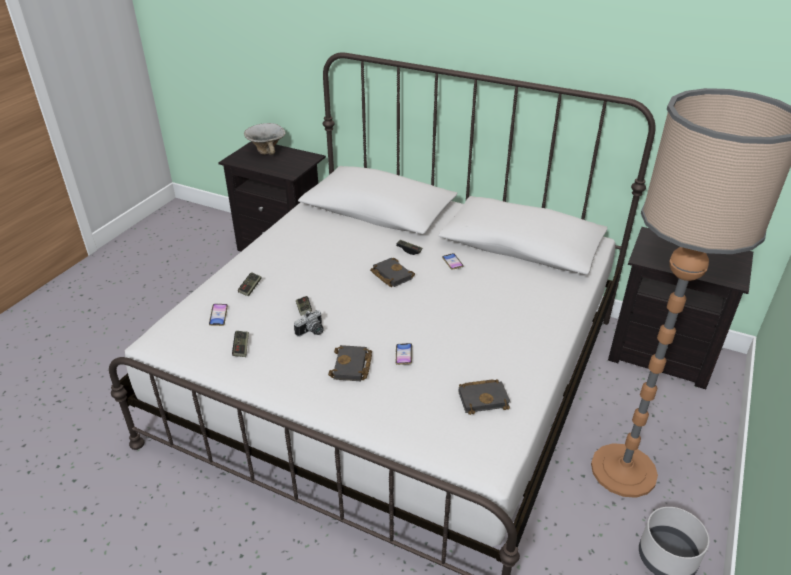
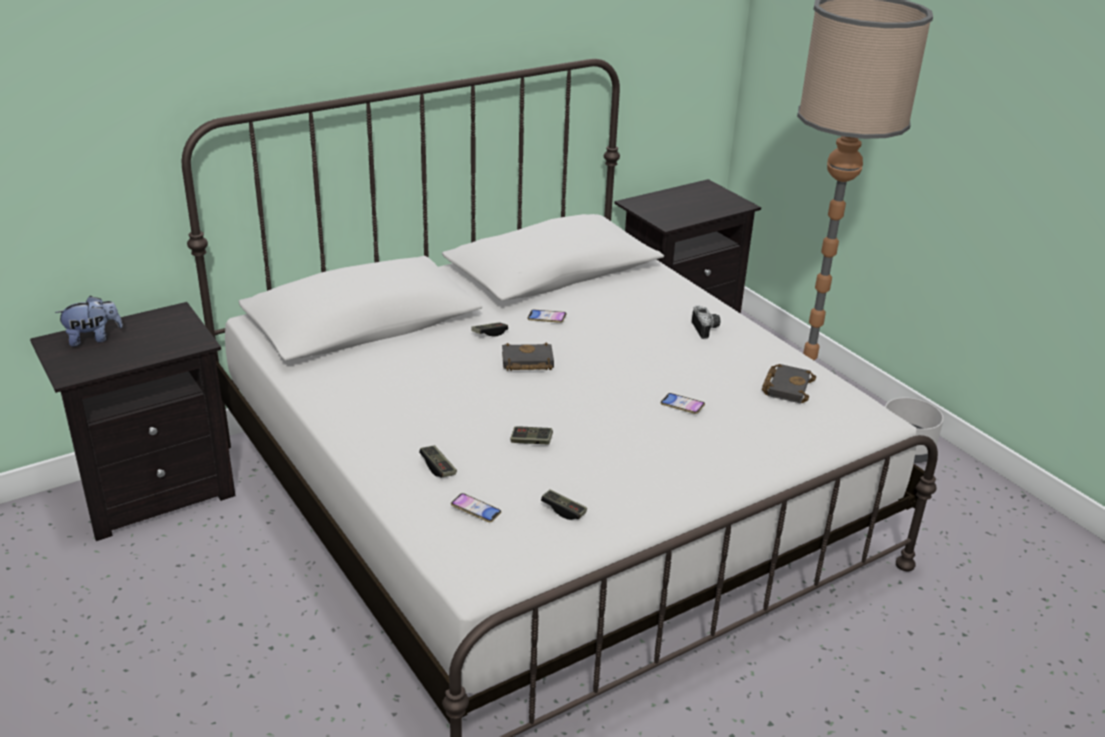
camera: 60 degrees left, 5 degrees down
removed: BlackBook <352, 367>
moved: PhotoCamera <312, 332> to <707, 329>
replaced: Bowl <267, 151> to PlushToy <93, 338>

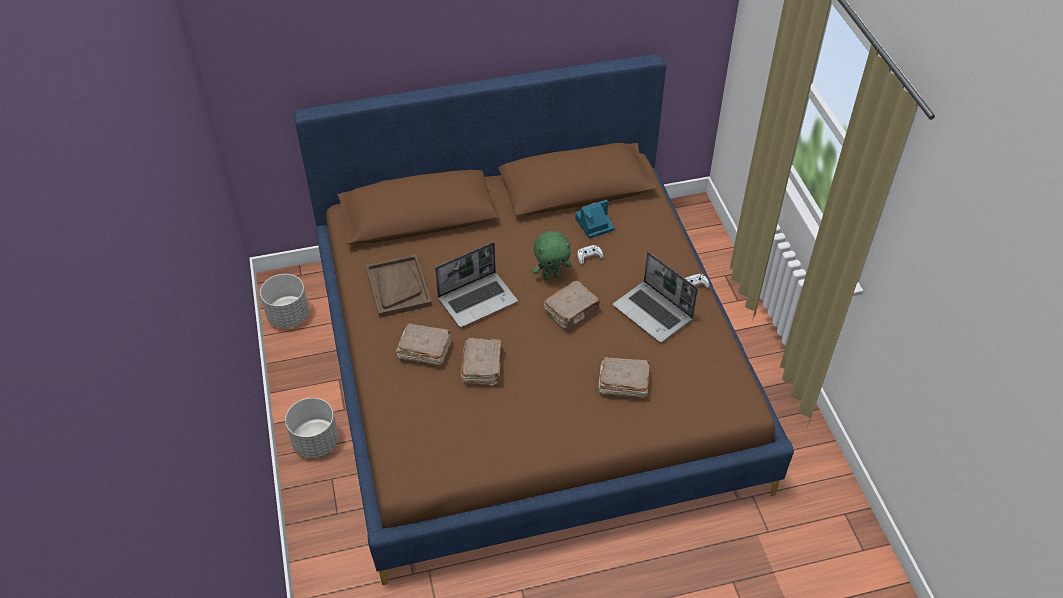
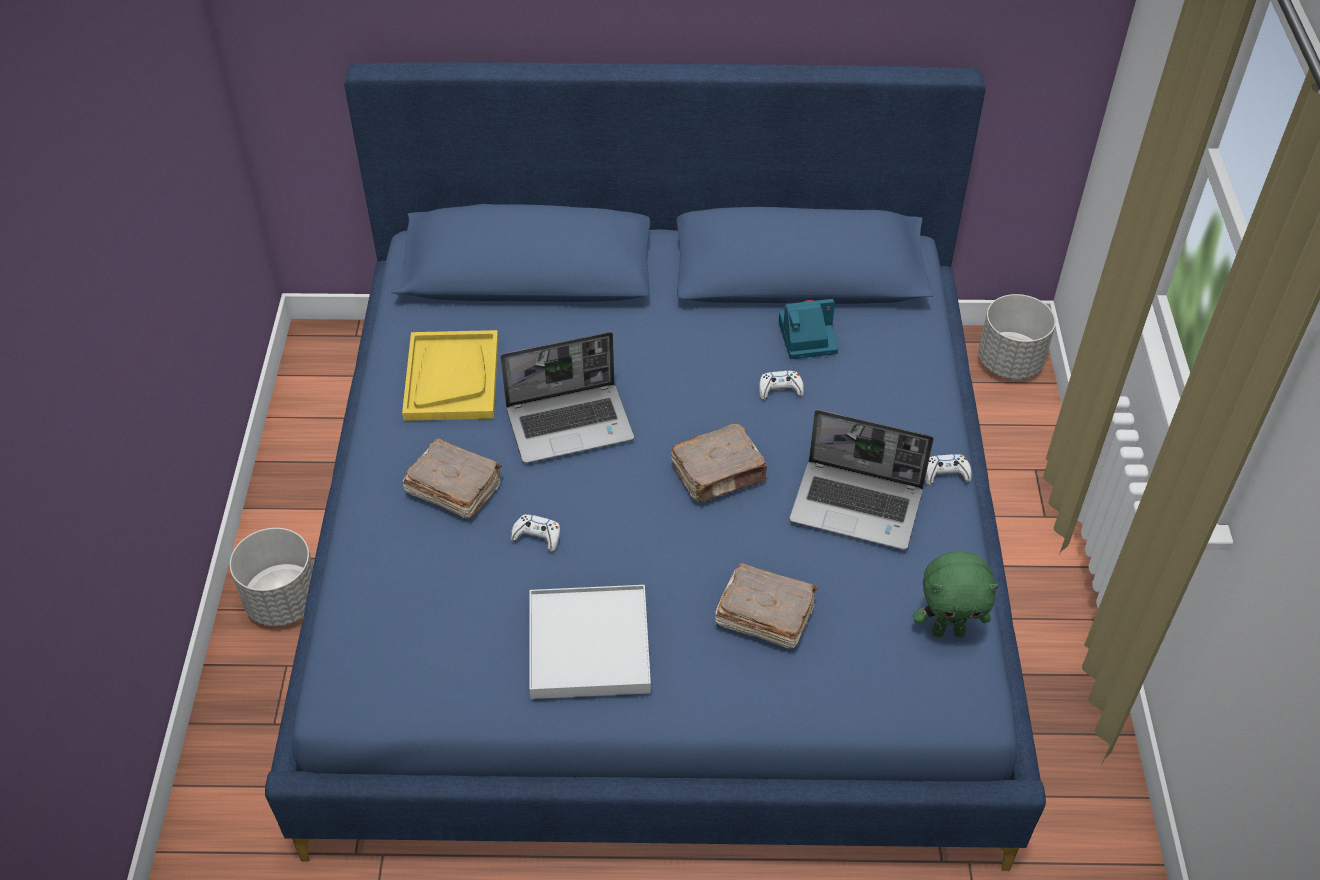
camera: 15 degrees right, 0 degrees up
added: WhiteTray <589, 645>
moved: GreyPlanter <288, 316> to <1009, 362>; GreenPlushToy <551, 276> to <948, 630>
replaced: BrownBook <483, 367> to WhiteGameController <537, 536>
recoloured: BrownBed <531, 370> to BlueBed <660, 560>; BrownTray <398, 287> to YellowTray <451, 378>
turned: Laptop <653, 313> = <858, 506> 45 degrees counterclockwise

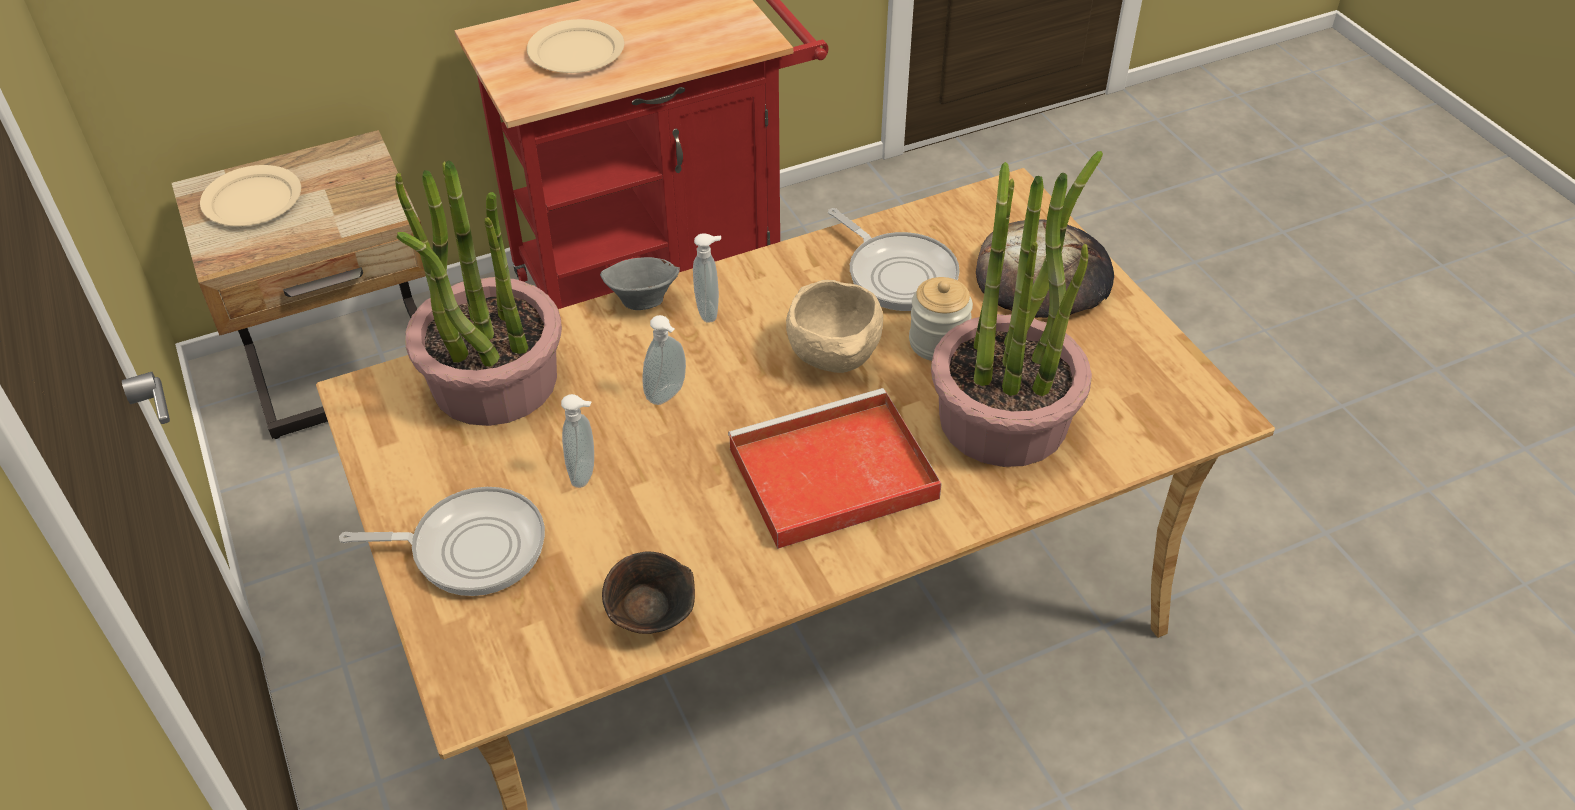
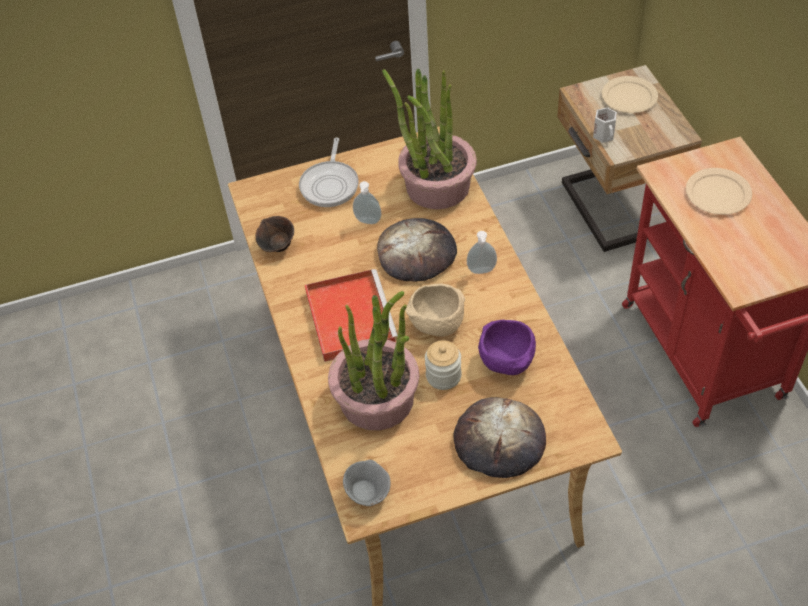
camera: 100 degrees right, 5 degrees up
added: WhiteMug <604, 135>
moved: GreyBowl <641, 300> to <368, 493>
replaced: SoapDispenser <668, 395> to Bread <417, 253>; FryingPan <898, 274> to PurpleBowl <508, 363>

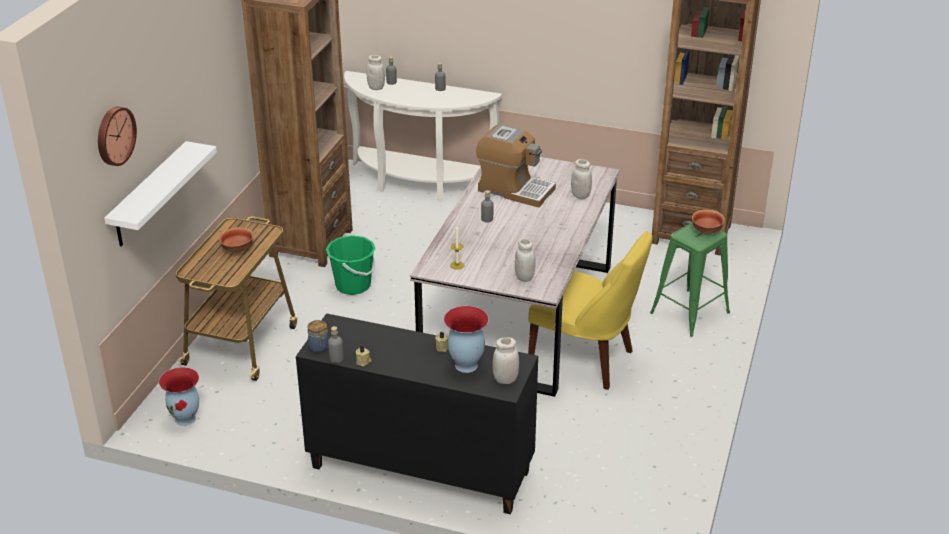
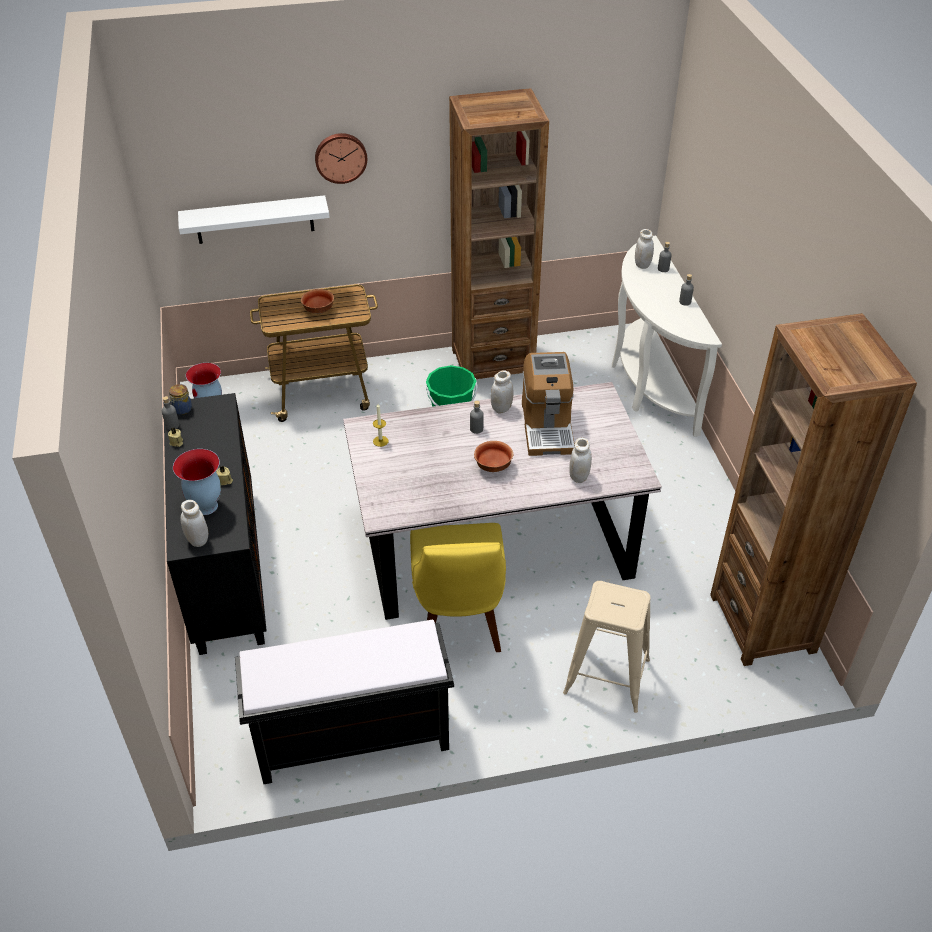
camera: 60 degrees right, 10 degrees up
added: BlackBench <351, 739>
moved: WallClock <114, 135> to <340, 157>; WhiteJar <524, 277> to <501, 408>; Bowl <707, 231> to <493, 467>
recoloured: GreenStool <690, 313> to BeigeStool <606, 676>

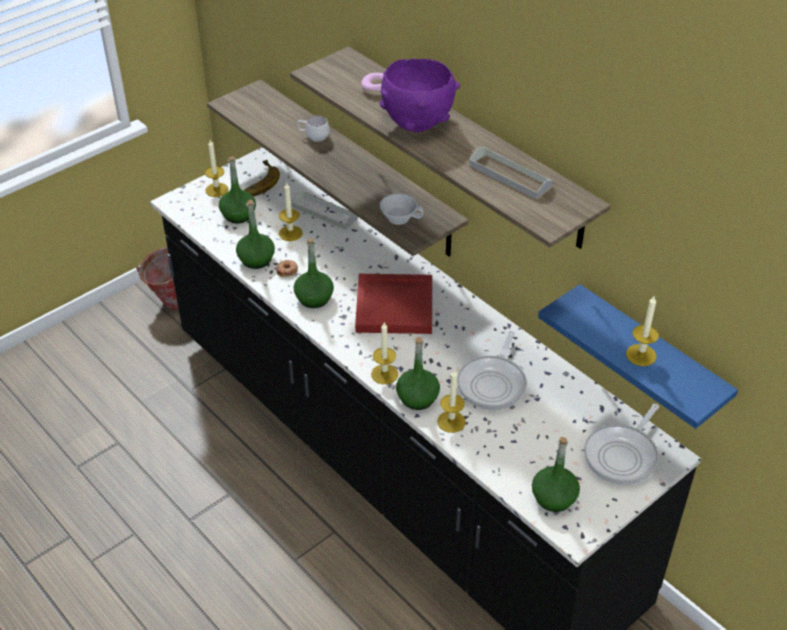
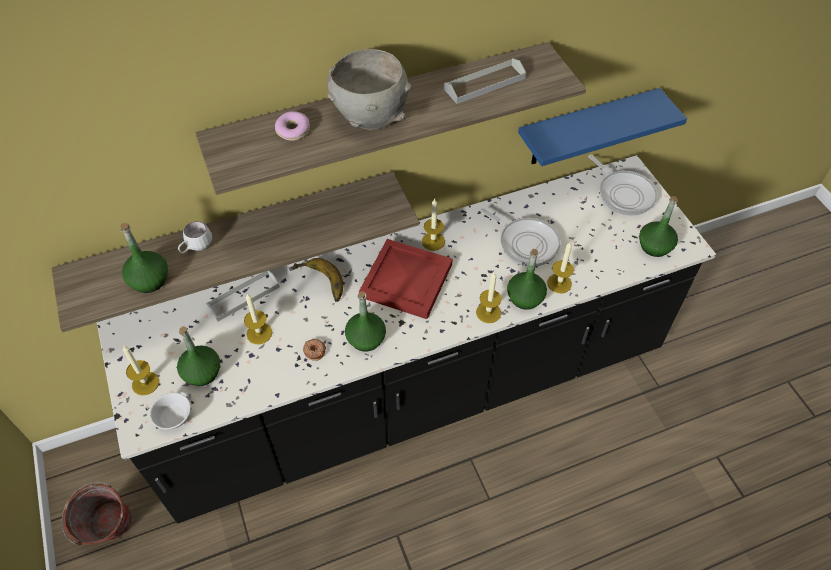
camera: 70 degrees left, 10 degrees up
moved: GreenBottle <256, 259> to <149, 280>; Banana <256, 183> to <318, 284>; WhiteCup <400, 216> to <174, 416>; Candle <641, 355> to <433, 241>
recoloured: PurpleBowl <417, 123> to GreyBowl <370, 118>

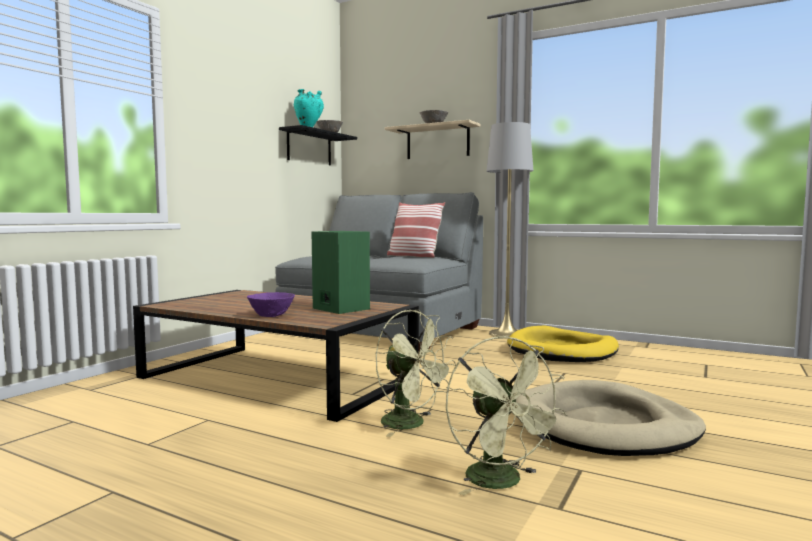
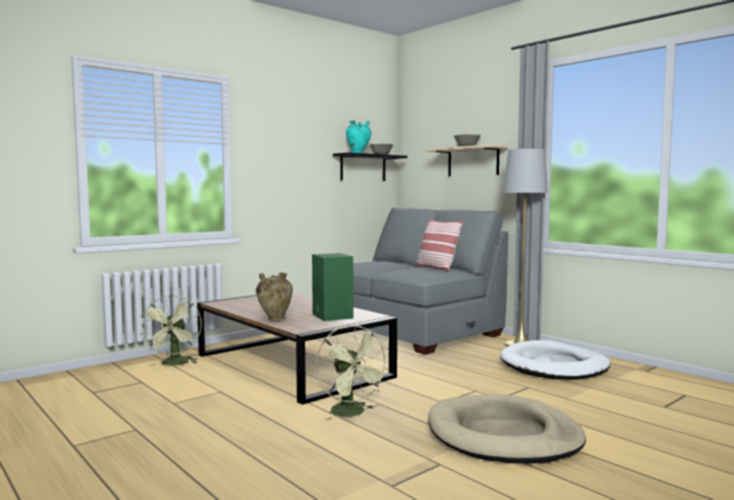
camera: 20 degrees right, 0 degrees up
moved: GreenFan <502, 482> to <174, 364>
replaced: PurpleBowl <271, 315> to BeigeVase <274, 319>
recoloured: YellowDogBed <562, 350> to WhiteDogBed <554, 366>

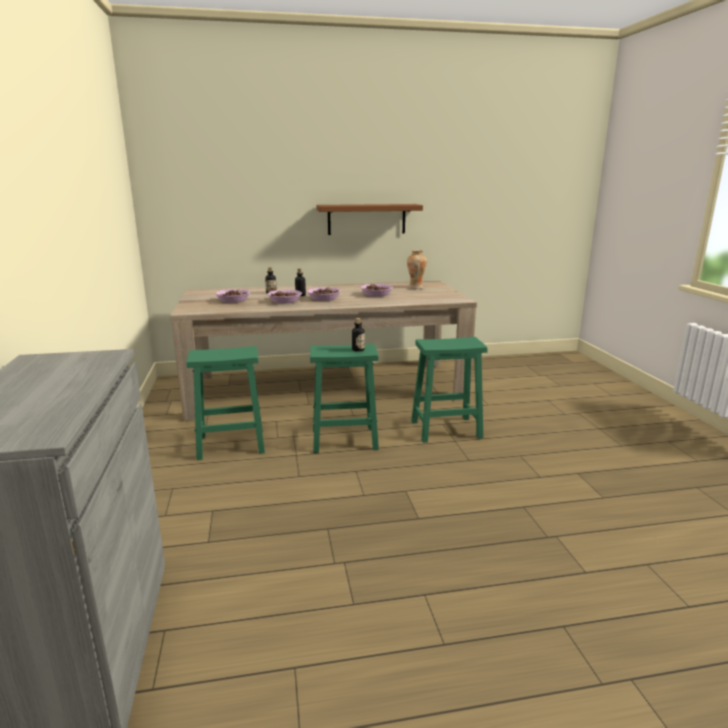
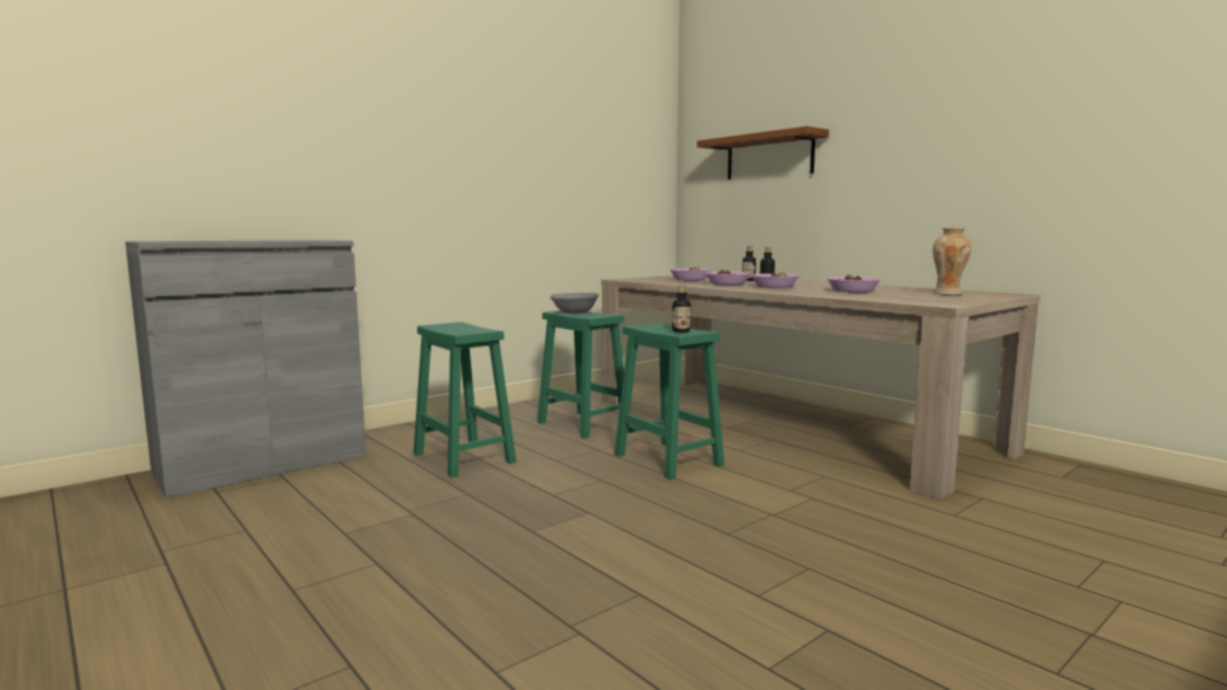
camera: 60 degrees right, 10 degrees down
added: GreyBowl <575, 312>
moved: BrownShelf <366, 219> to <769, 156>; GreenStool <444, 429> to <462, 457>

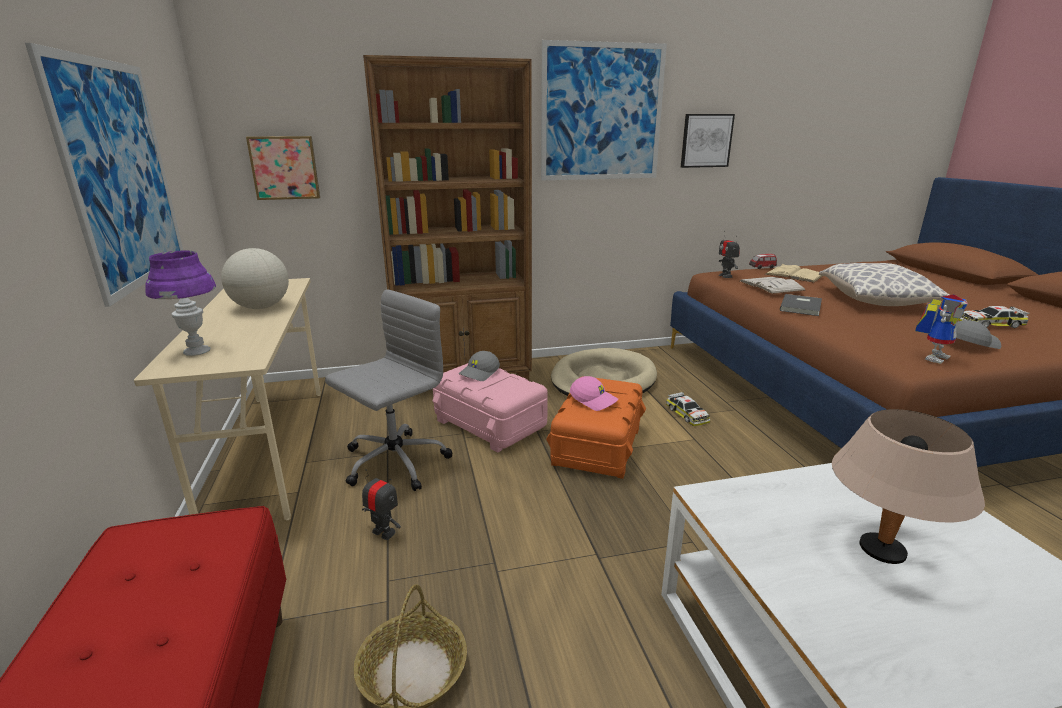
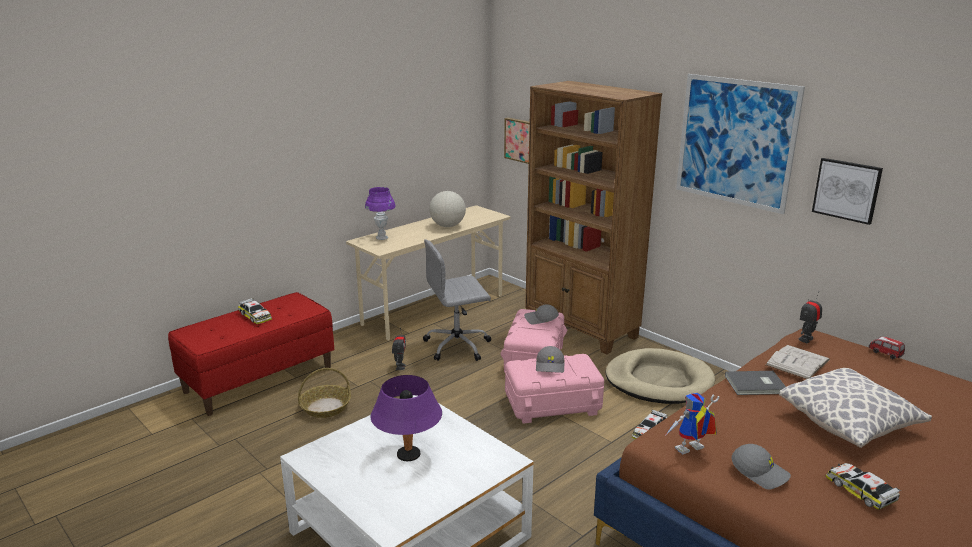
camera: 60 degrees right, 0 degrees up
removed: Picture <121, 175>; BeigeBook <794, 275>
added: ToyCar <255, 316>
recoloured: OrangeStorageBox <596, 446> to PinkStorageBox <552, 404>; PinkCap <594, 400> to GreyCap <550, 366>; BeigeTableLamp <882, 551> to PurpleTableLamp <408, 455>
turned: GreyOfficeChair <393, 463> = <458, 346> 150 degrees clockwise; ToyRobot <932, 356> = <690, 451> 135 degrees clockwise

